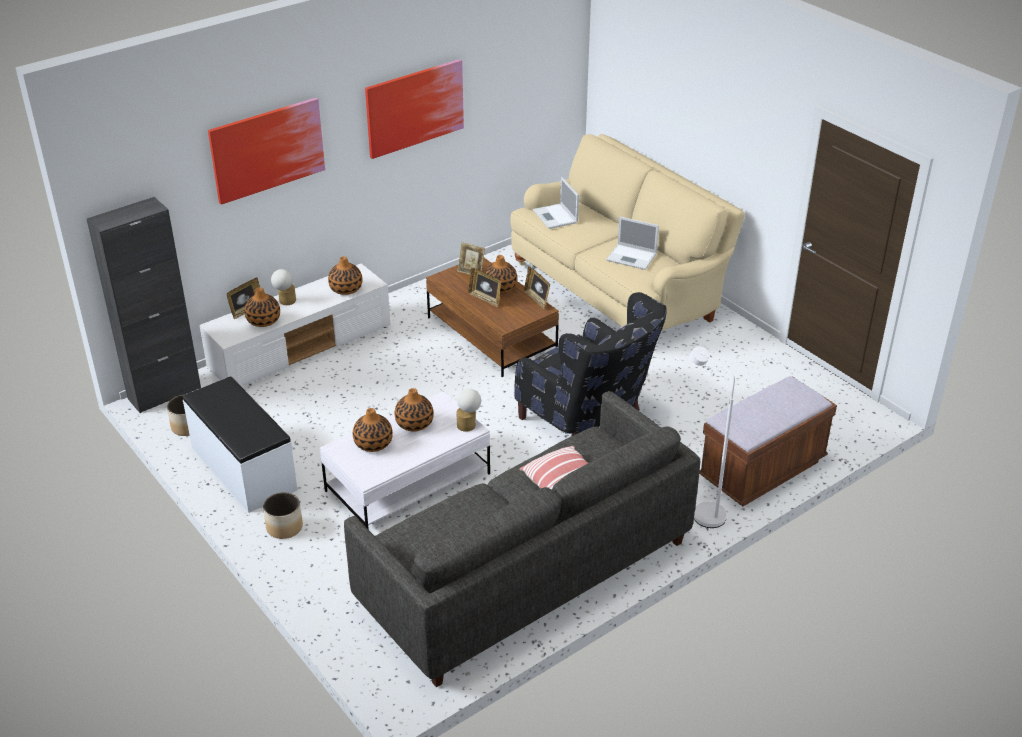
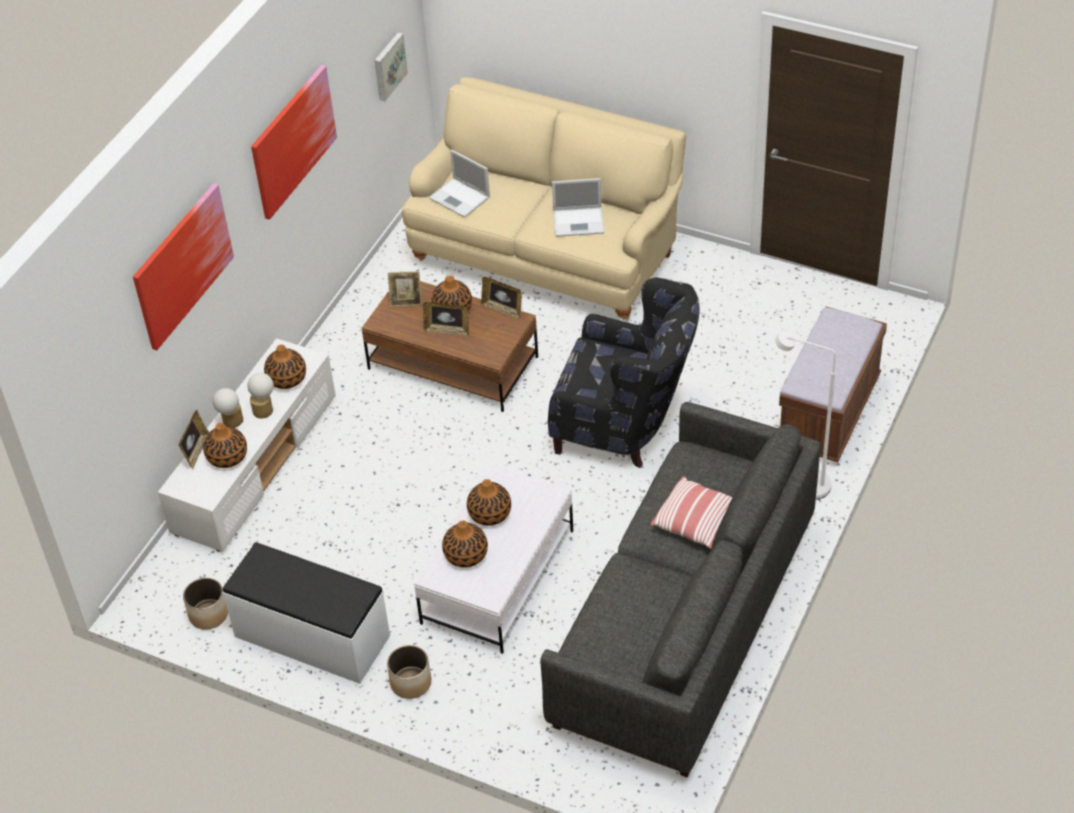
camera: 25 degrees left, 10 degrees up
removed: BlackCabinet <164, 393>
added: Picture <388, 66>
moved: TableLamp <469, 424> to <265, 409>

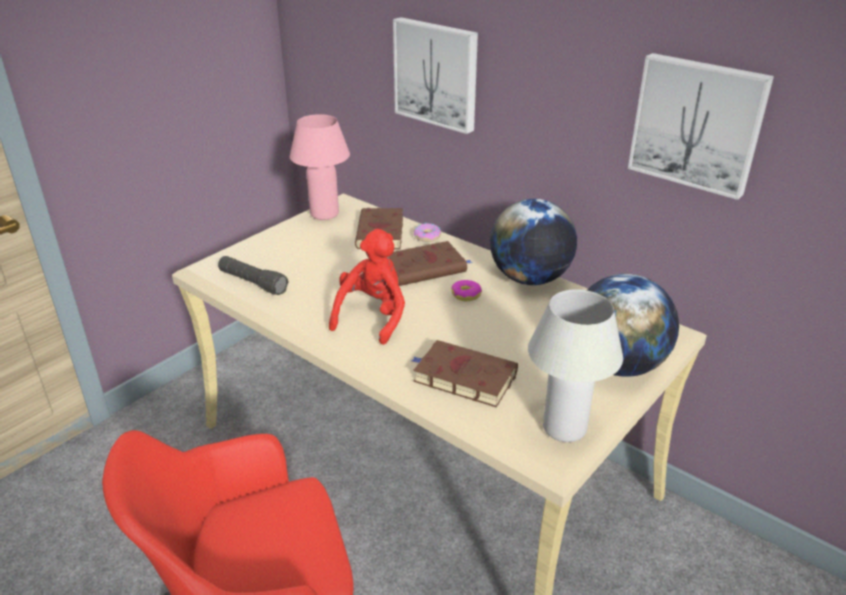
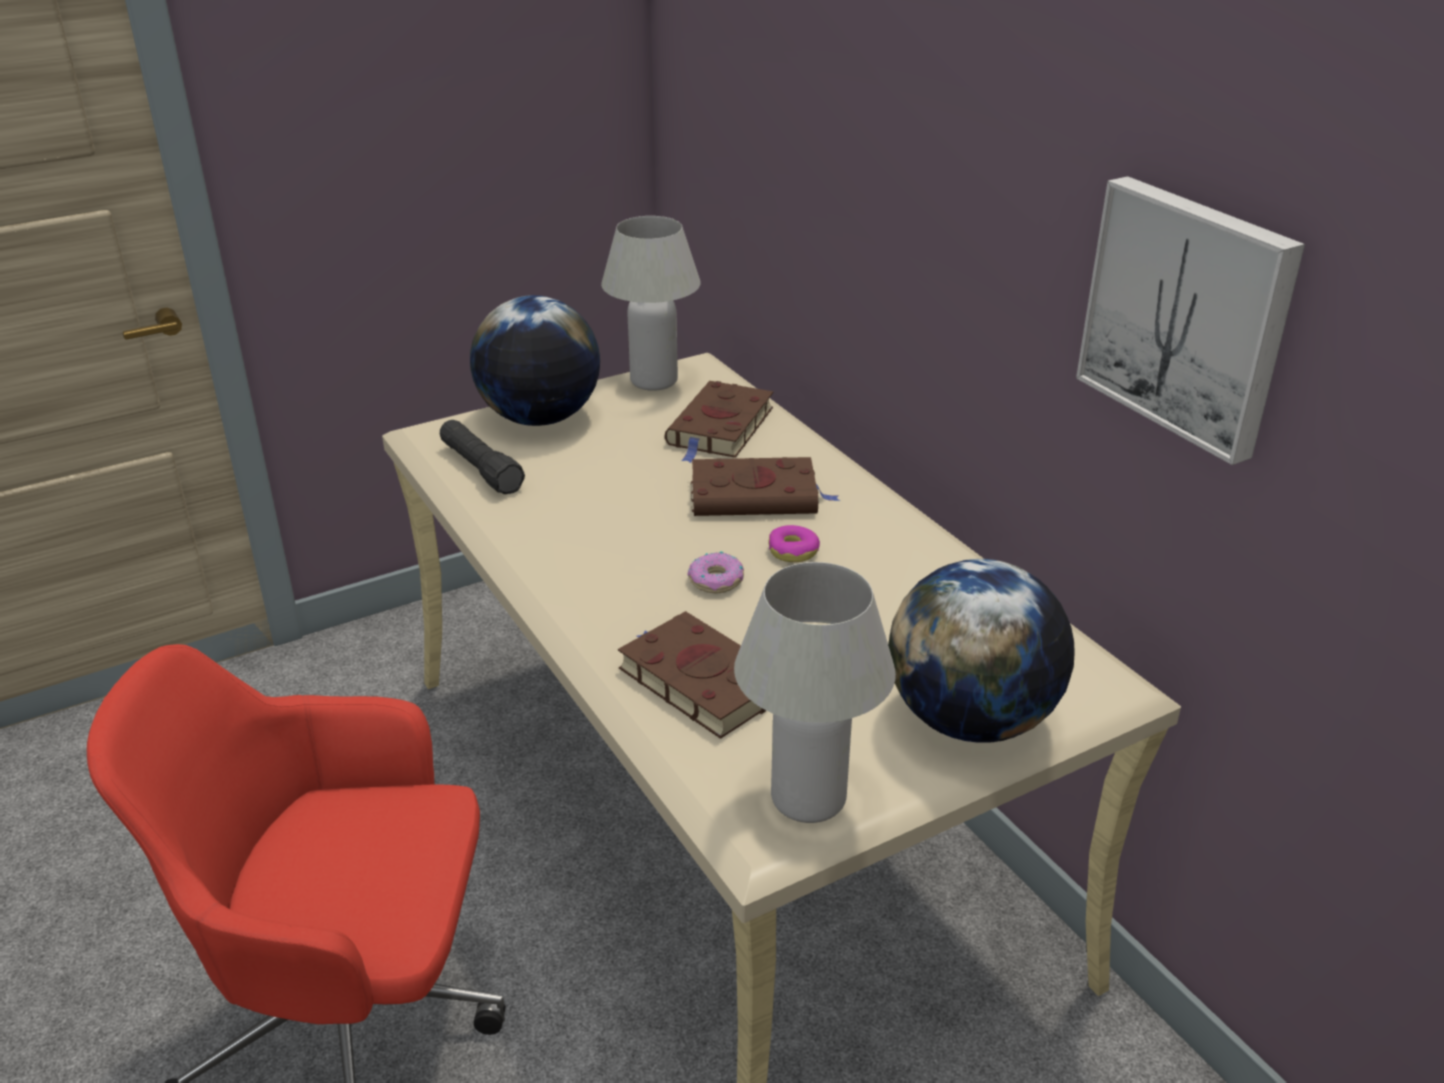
camera: 20 degrees right, 0 degrees up
removed: RedPlushToy <372, 316>; Picture <437, 74>
moved: Donut <427, 236> to <716, 580>; Globe <529, 279> to <540, 418>
recoloured: PinkTableLamp <324, 214> to WhiteTableLamp <654, 381>

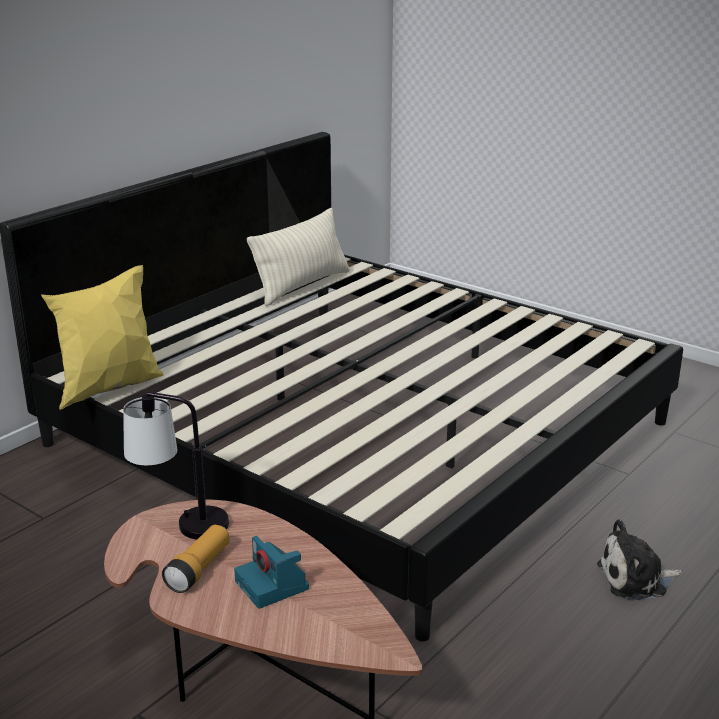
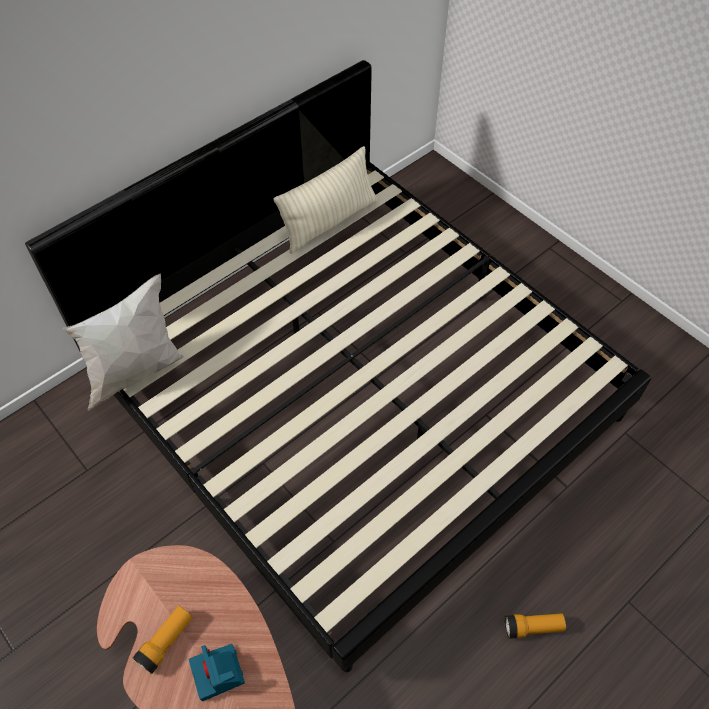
camera: 10 degrees right, 30 degrees up
removed: TableLamp <180, 523>
replaced: PlushToy <636, 579> to Flashlight <532, 627>
recoloured: YellowPillow <110, 389> to WhitePillow <137, 372>

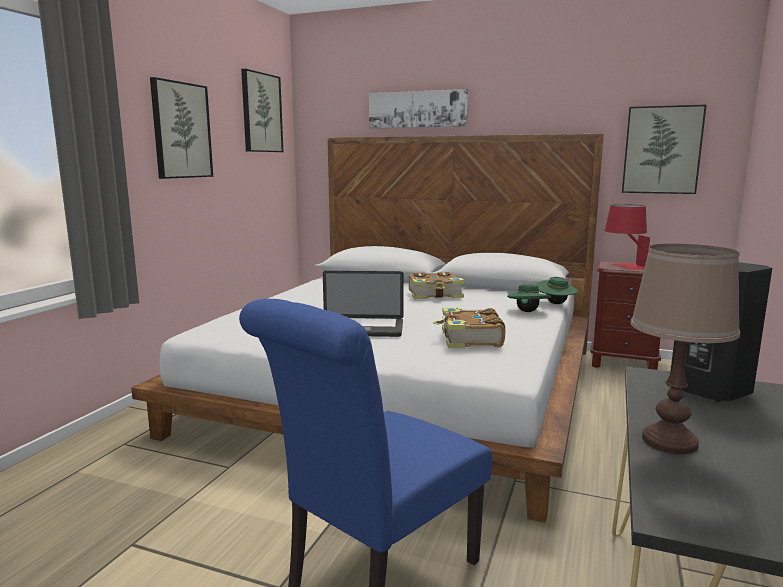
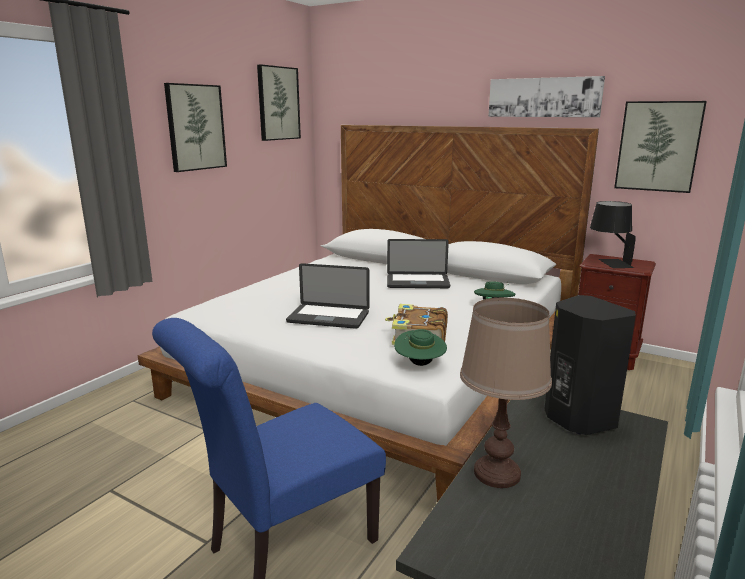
camera: 10 degrees right, 5 degrees up
moved: Picture <417, 109> to <544, 97>; GreenHat <555, 303> to <419, 364>
replaced: Book <435, 295> to Laptop <417, 282>
recoloured: RedTableLamp <624, 267> to BlackTableLamp <608, 263>

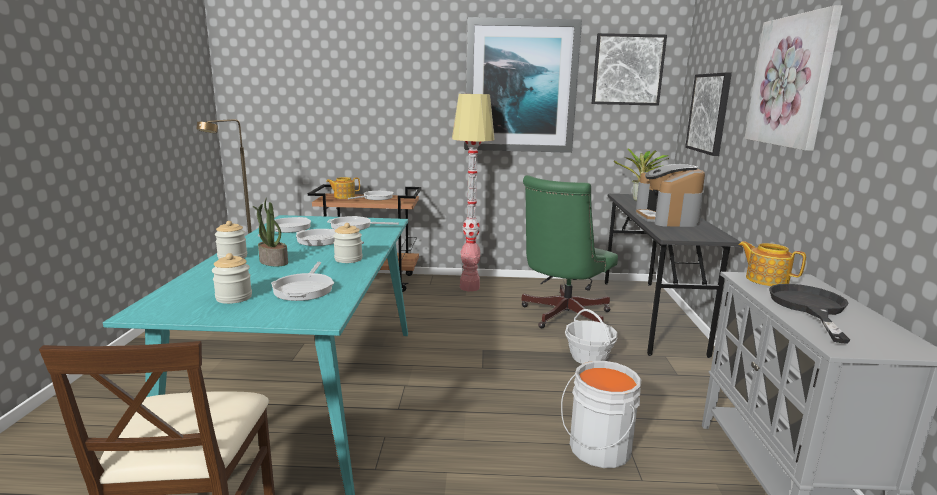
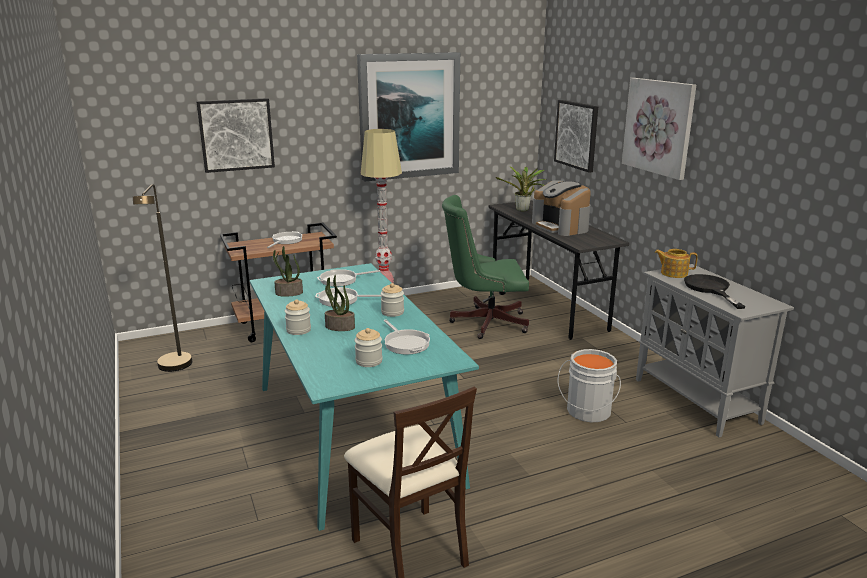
camera: 25 degrees left, 5 degrees up
removed: Teapot <344, 197>; Basket <588, 357>
moved: Picture <627, 70> to <236, 135>
replaced: FryingPan <288, 228> to PottedPlant <288, 293>
turned: GreenOfficeChair <561, 316> = <484, 322> 75 degrees clockwise

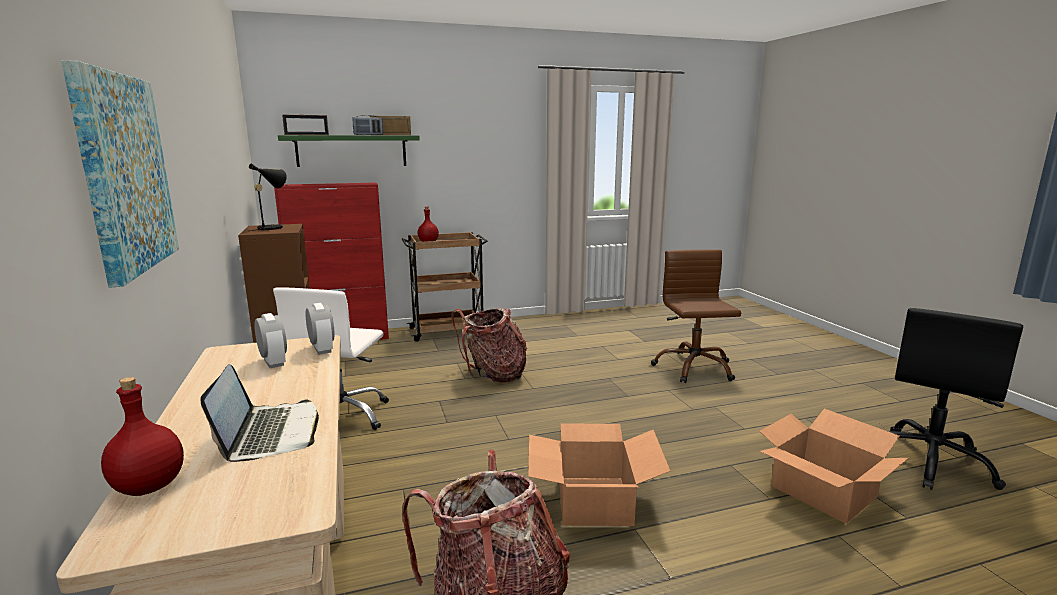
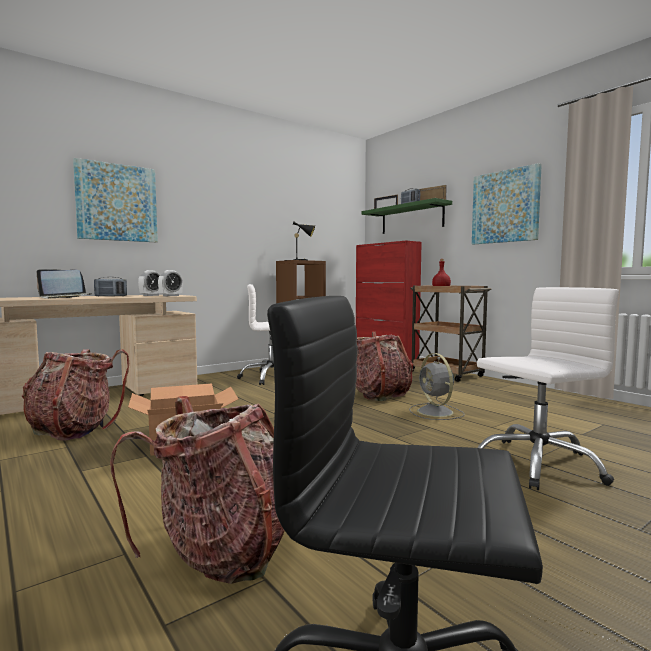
camera: 70 degrees right, 10 degrees down
removed: RedBottle <149, 487>
added: Radio <111, 296>; GreyFan <436, 412>; Picture <505, 206>
replaced: CardboardBox <823, 492> to Backpack <224, 549>
recoloured: BrownOfficeChair <693, 368> to WhiteOfficeChair <537, 464>

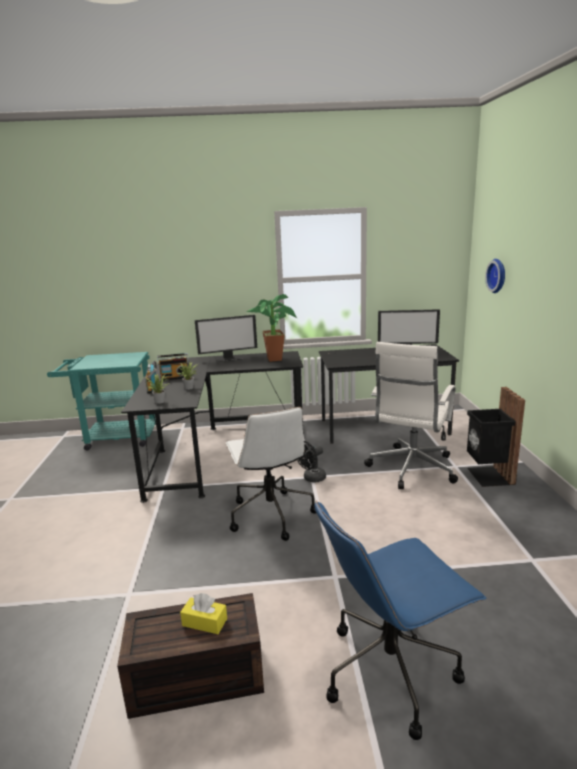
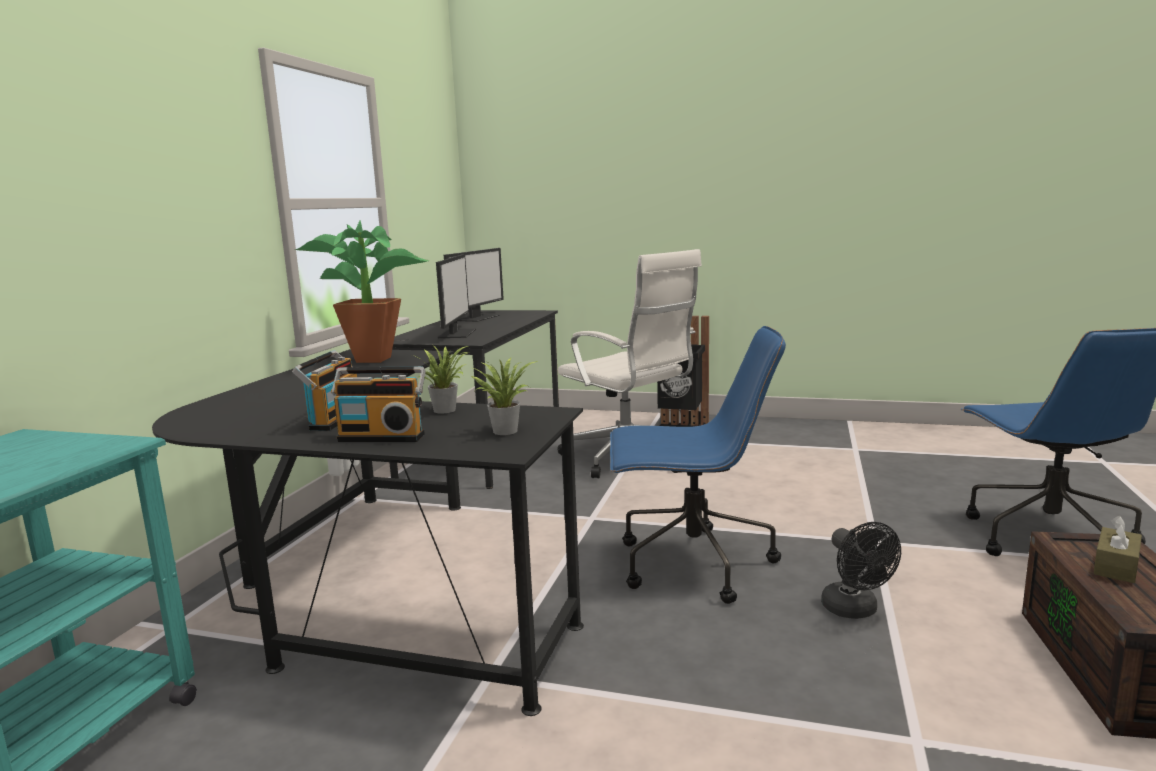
camera: 70 degrees left, 5 degrees down
removed: WallClock <498, 275>
moved: Monitor <229, 358> to <456, 333>; BlackFan <311, 478> to <855, 611>
recoloured: YellowTissueBox <204, 622> to BrownTissueBox <1116, 566>; WhiteOfficeChair <270, 514> to BlueOfficeChair <691, 564>

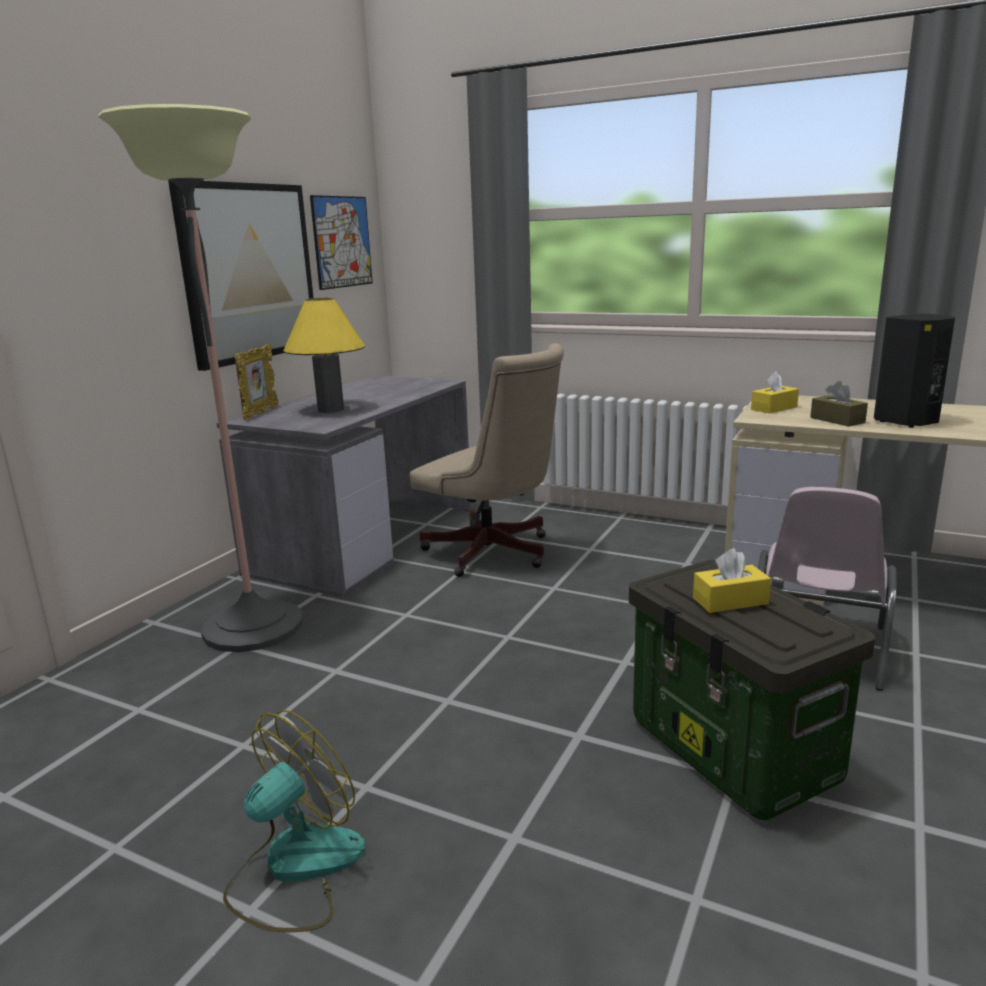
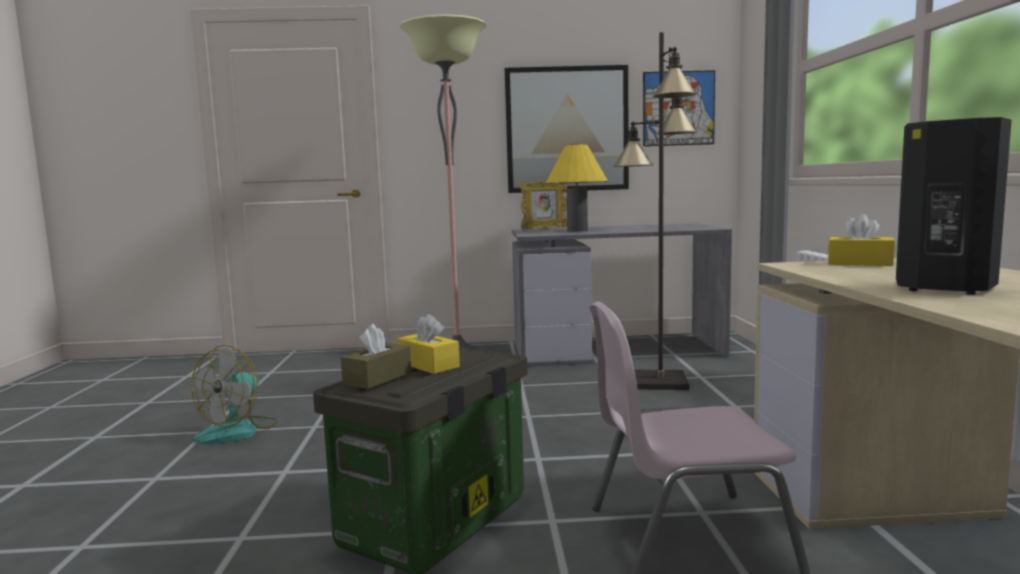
camera: 60 degrees right, 10 degrees down
moved: BrownTissueBox <837, 420> to <377, 378>
replaced: BeigeOfficeChair <494, 554> to BlackFloorLamp <659, 382>
turned: Fan <295, 868> = <238, 431> 105 degrees clockwise

